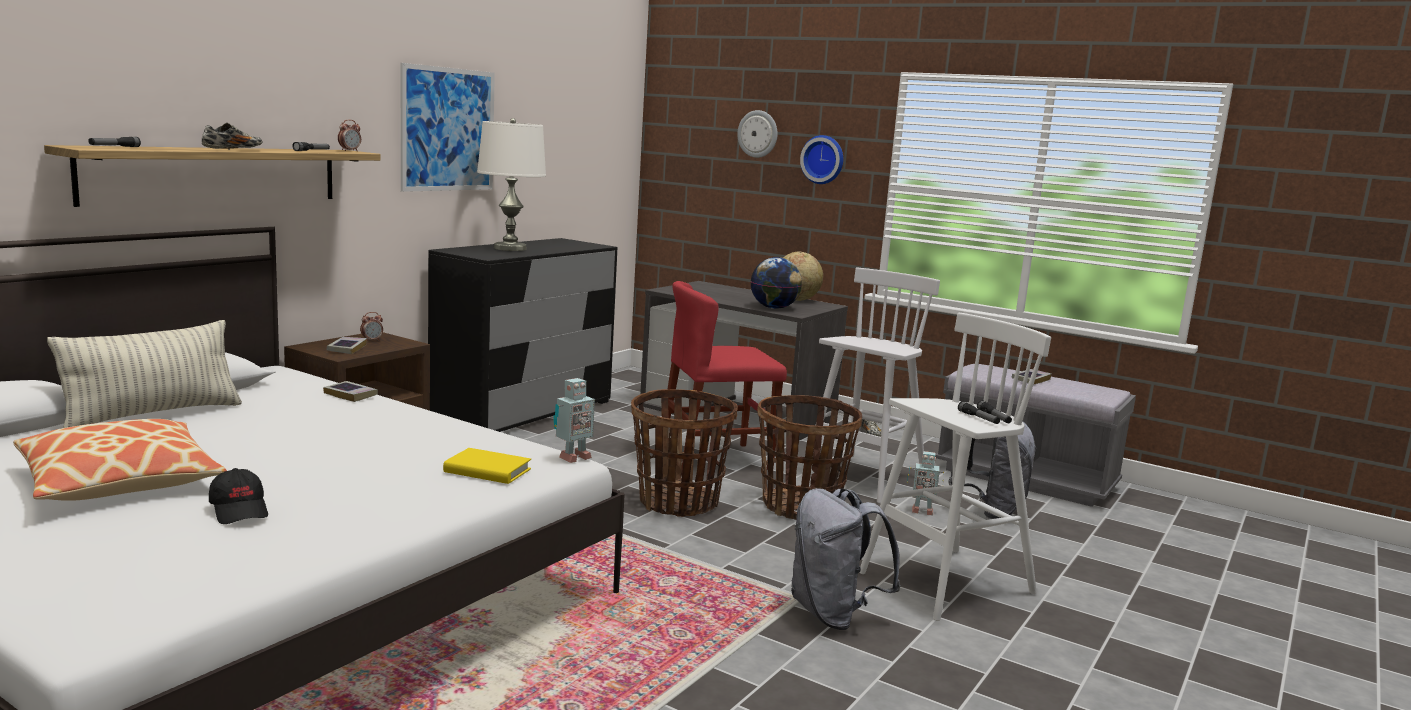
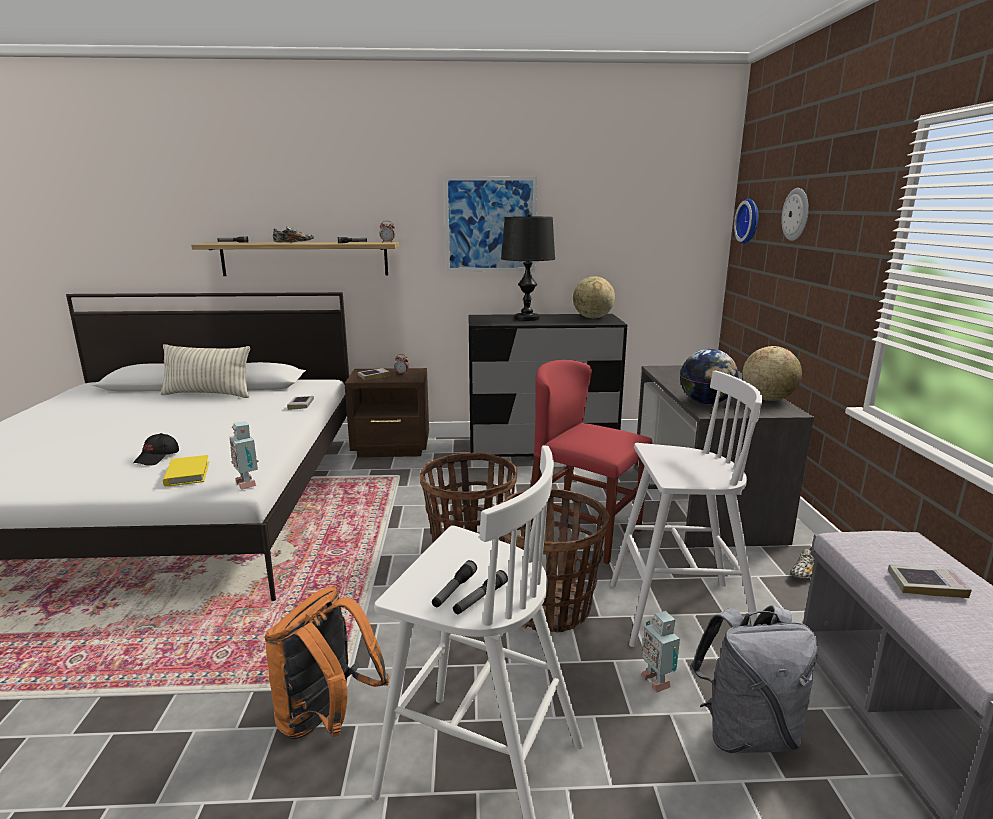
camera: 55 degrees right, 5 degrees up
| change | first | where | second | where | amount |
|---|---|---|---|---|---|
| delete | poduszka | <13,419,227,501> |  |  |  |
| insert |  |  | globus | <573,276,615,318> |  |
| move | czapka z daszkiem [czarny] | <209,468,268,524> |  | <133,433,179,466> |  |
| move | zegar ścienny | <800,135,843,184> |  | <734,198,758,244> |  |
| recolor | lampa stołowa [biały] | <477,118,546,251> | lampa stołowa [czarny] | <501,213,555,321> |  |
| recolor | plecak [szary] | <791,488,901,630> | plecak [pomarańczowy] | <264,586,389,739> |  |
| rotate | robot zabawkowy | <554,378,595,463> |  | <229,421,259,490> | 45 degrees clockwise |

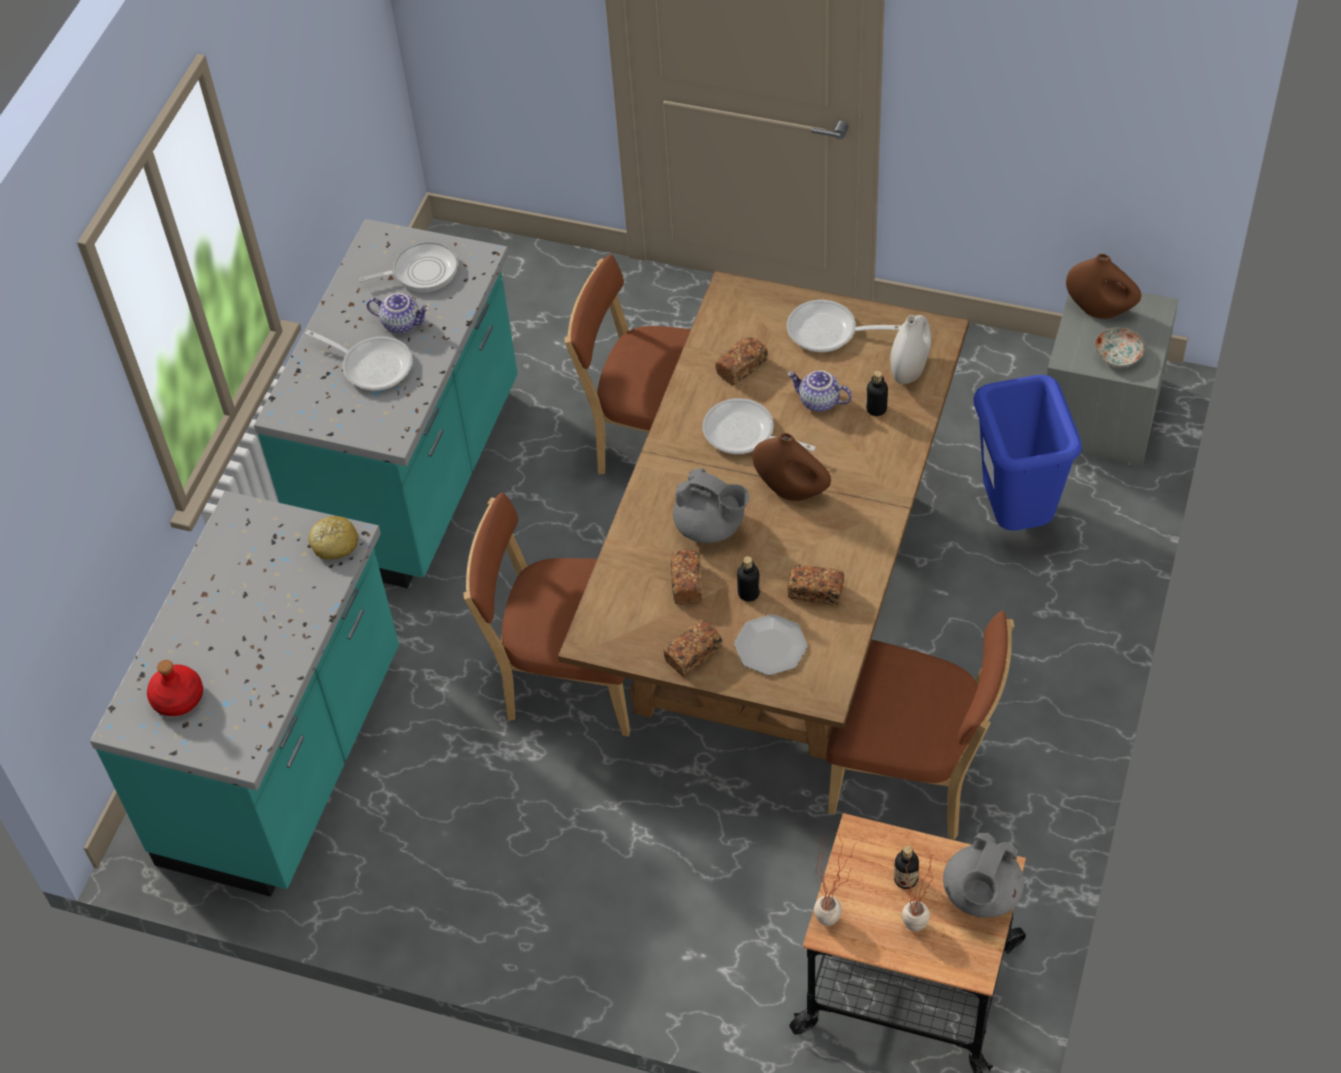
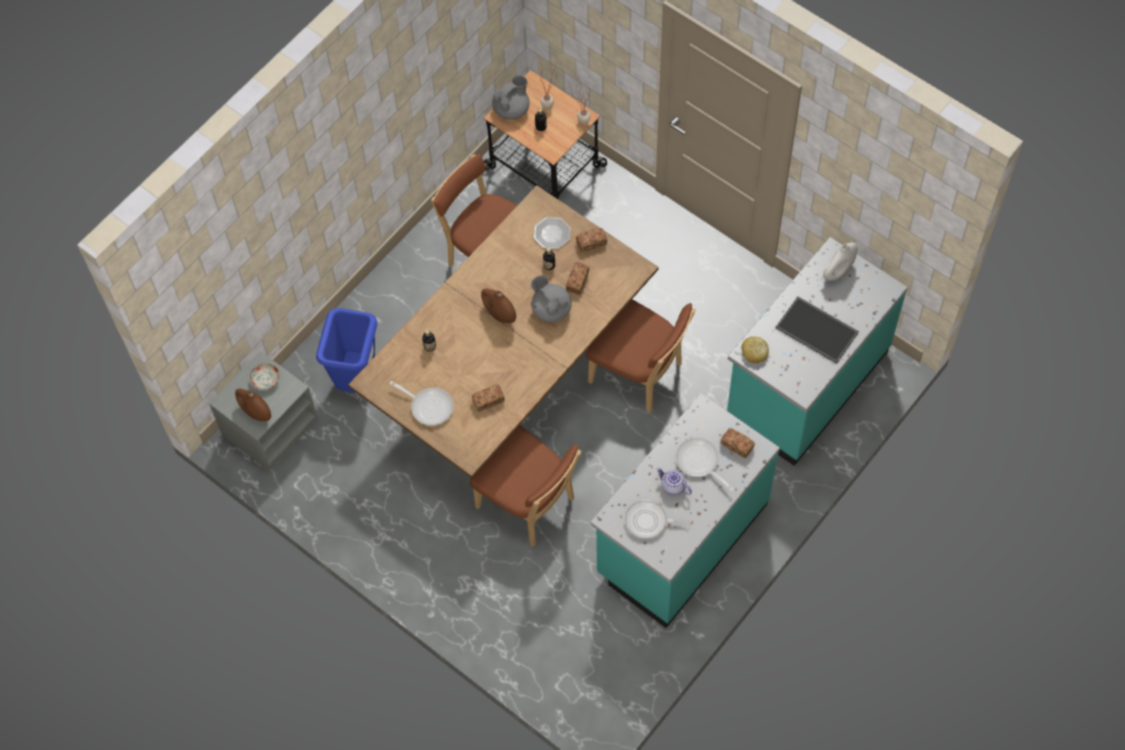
camera: 160 degrees left, 10 degrees up
| change | first | where | second | where | amount |
|---|---|---|---|---|---|
| delete | butelka [czerwony] | <147,660,203,716> |  |  |  |
| delete | patelnia | <702,398,816,454> |  |  |  |
| delete | imbryk | <787,371,852,412> |  |  |  |
| insert |  |  | taca | <776,297,859,364> |  |
| move | chleb | <787,564,844,605> |  | <721,428,755,458> |  |
| move | wazon [biały] | <890,315,931,384> |  | <823,243,857,281> |  |

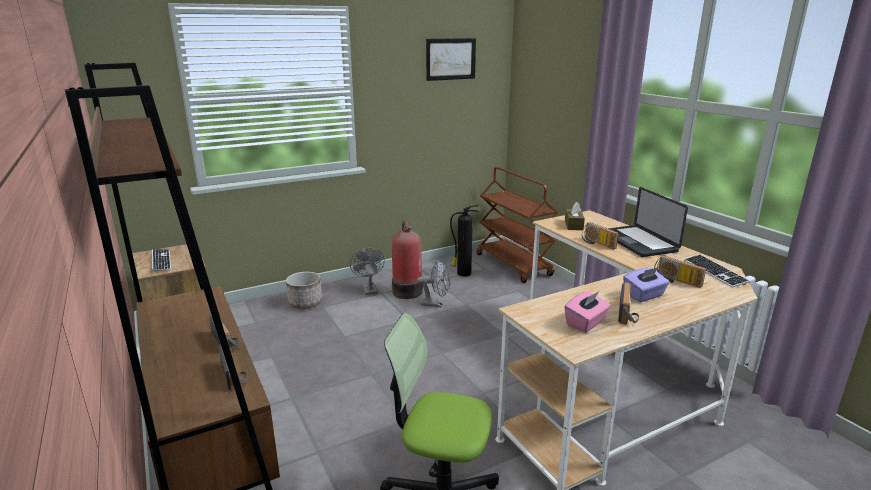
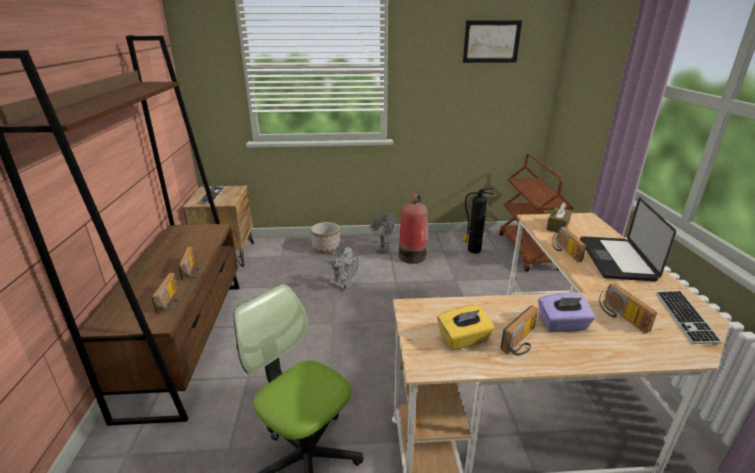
camera: 25 degrees right, 5 degrees up
| change | first | where | second | where | amount |
|---|---|---|---|---|---|
| move | wentylator [szary] | <417,260,451,307> |  | <327,246,359,291> |  |
| recolor | pudełko chusteczek [różowy] | <564,291,611,332> | pudełko chusteczek [żółty] | <437,305,494,350> |  |

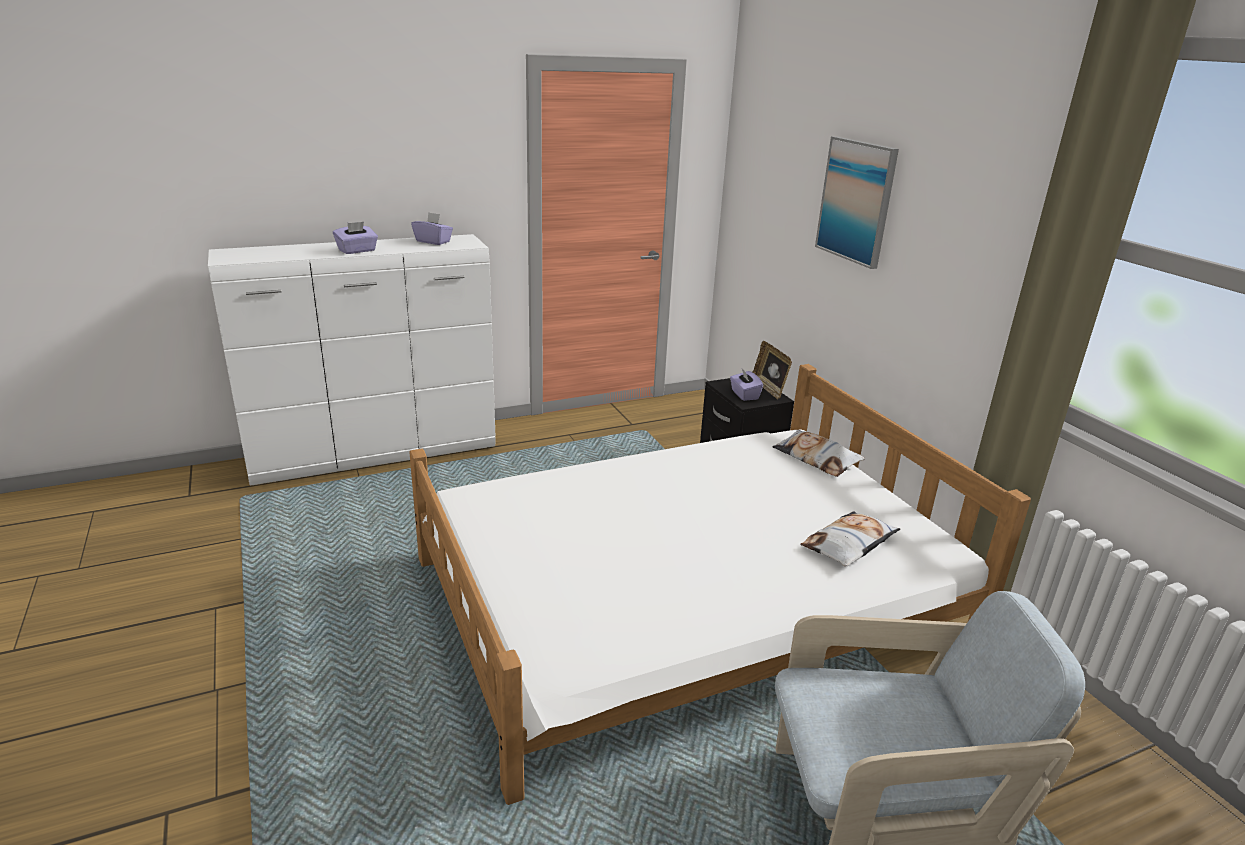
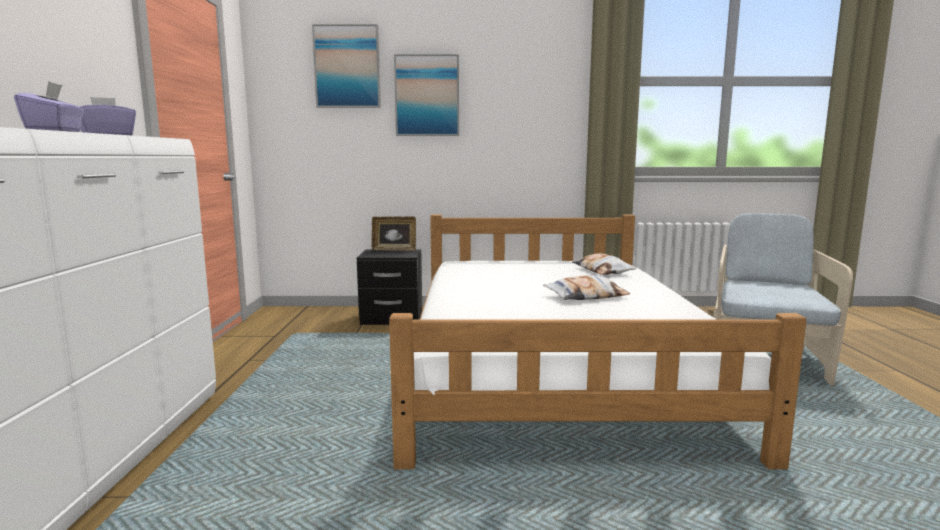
camera: 65 degrees left, 15 degrees down
| change | first | where | second | where | amount |
|---|---|---|---|---|---|
| delete | pudełko chusteczek [fioletowy] | <730,369,763,401> |  |  |  |
| insert |  |  | obraz | <312,24,381,108> |  |
| move | poduszka | <772,430,865,477> |  | <543,275,630,300> |  |

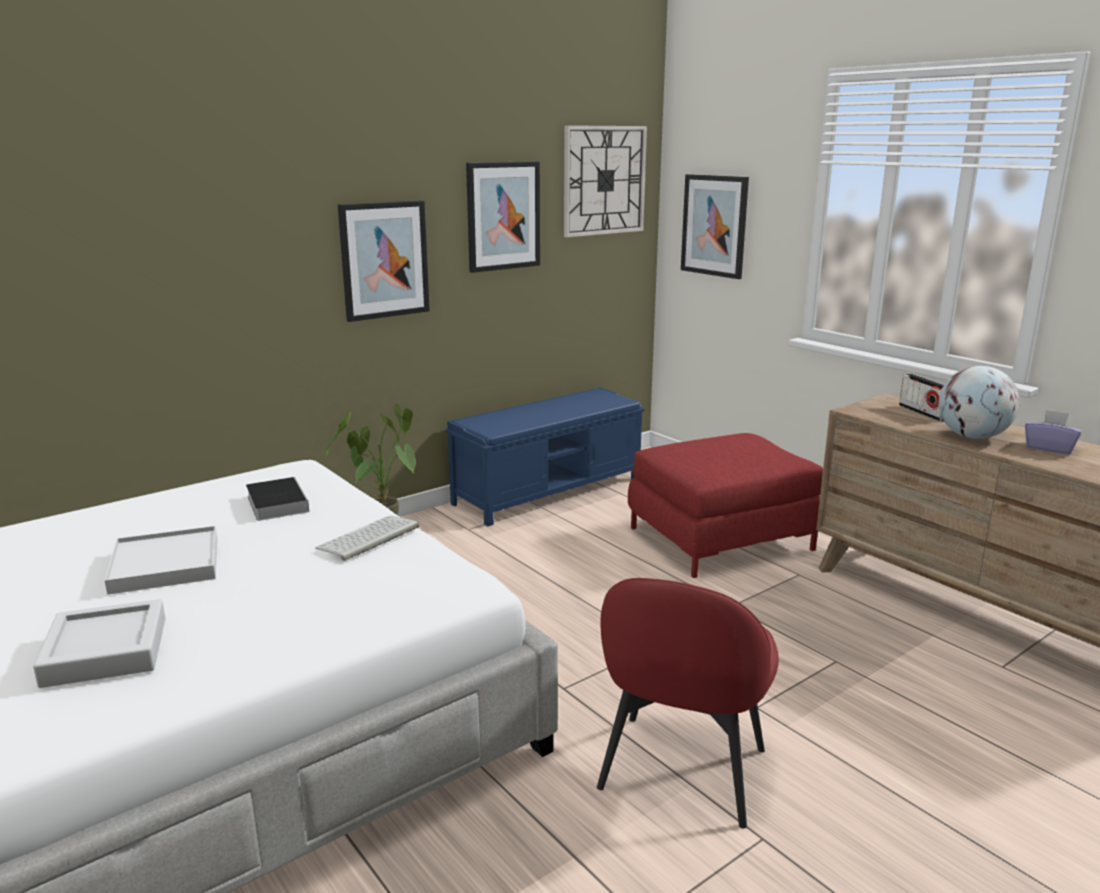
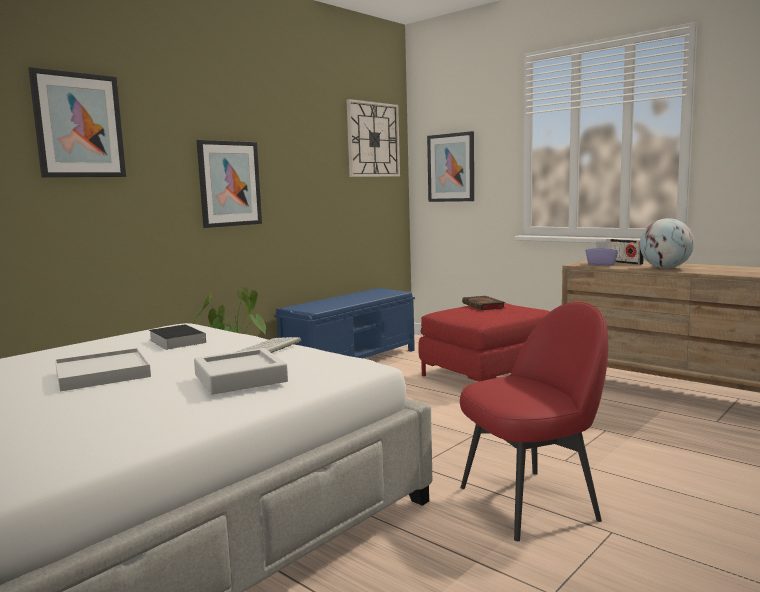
camera: 10 degrees left, 10 degrees down
| change | first | where | second | where | amount |
|---|---|---|---|---|---|
| insert |  |  | książka | <462,296,505,310> |  |
| move | taca [szary] | <33,599,165,688> |  | <194,348,288,395> |  |
| move | obraz | <466,161,540,273> |  | <28,67,126,178> |  |
| move | pudełko chusteczek [fioletowy] | <1025,410,1081,454> |  | <585,241,618,266> |  |
| rotate | krzesło [czerwony] | <597,578,779,828> |  | <460,302,608,541> | 120 degrees counterclockwise |

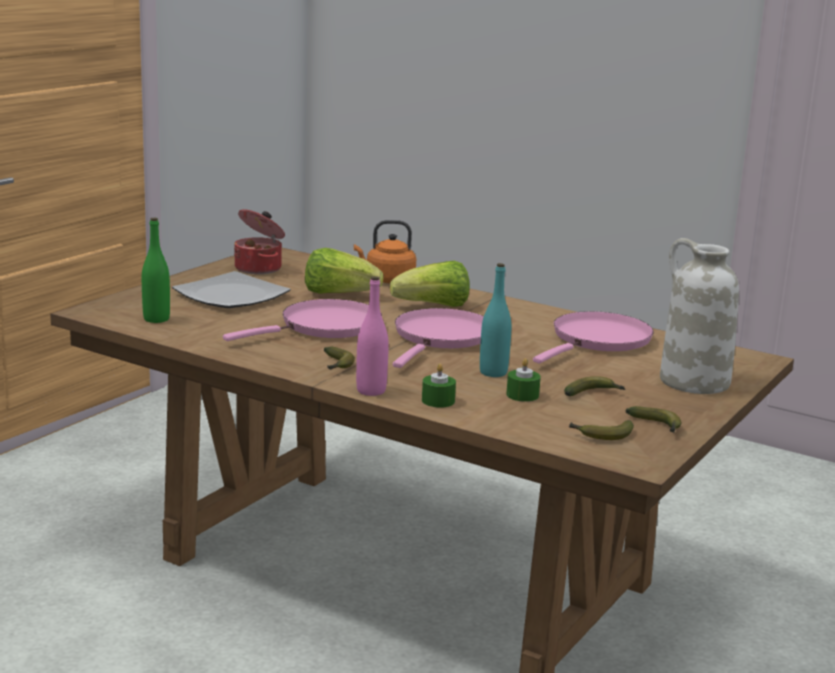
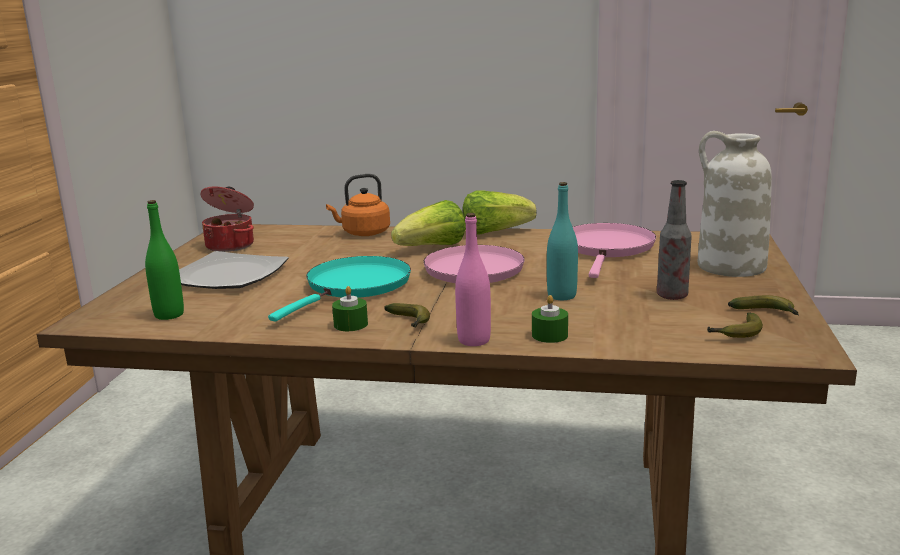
camera: 20 degrees left, 0 degrees up
| change | first | where | second | where | amount |
|---|---|---|---|---|---|
| move | sałata | <305,248,383,294> |  | <462,190,536,235> |  |
| move | świeca [zielony] | <506,358,541,402> |  | <332,286,368,331> |  |
| replace | banan | <564,376,626,396> | butelka | <657,180,692,300> |  |
| recolor | patelnia [różowy] | <223,299,382,341> | patelnia [turkusowy] | <268,256,411,321> |  |

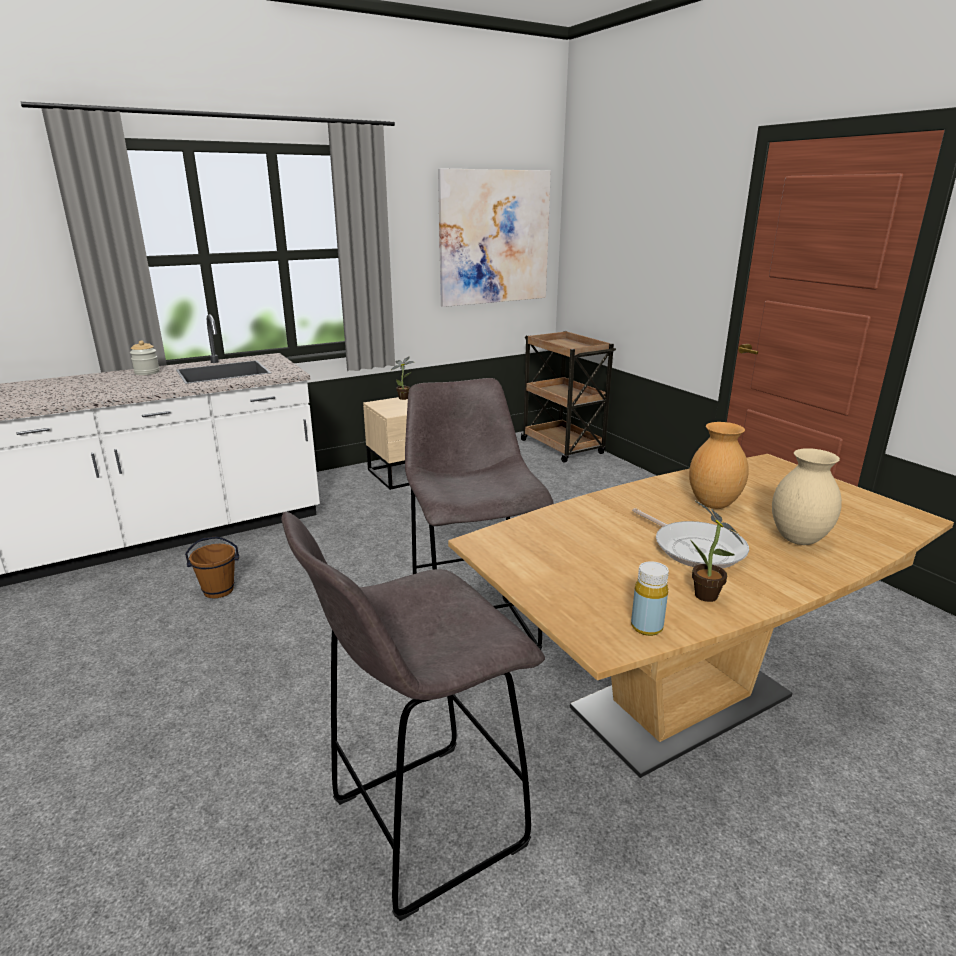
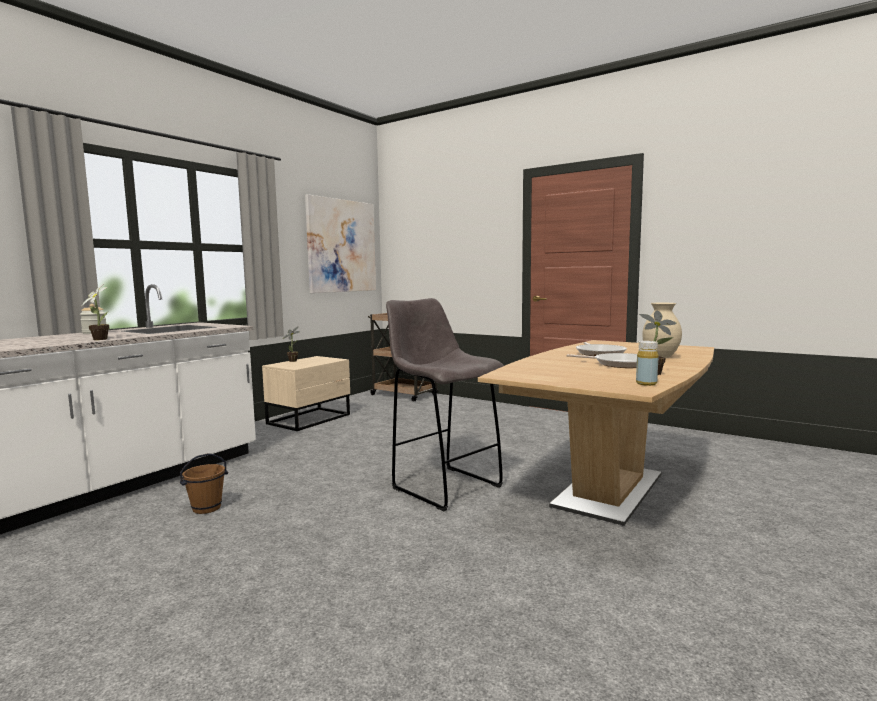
camera: 25 degrees left, 15 degrees down
| change | first | where | second | where | amount |
|---|---|---|---|---|---|
| delete | stołek [szary] | <281,512,545,921> |  |  |  |
| insert |  |  | roślina doniczkowa | <81,283,109,340> |  |
| replace | wazon [brązowy] | <689,422,749,509> | patelnia | <576,342,627,356> |  |

